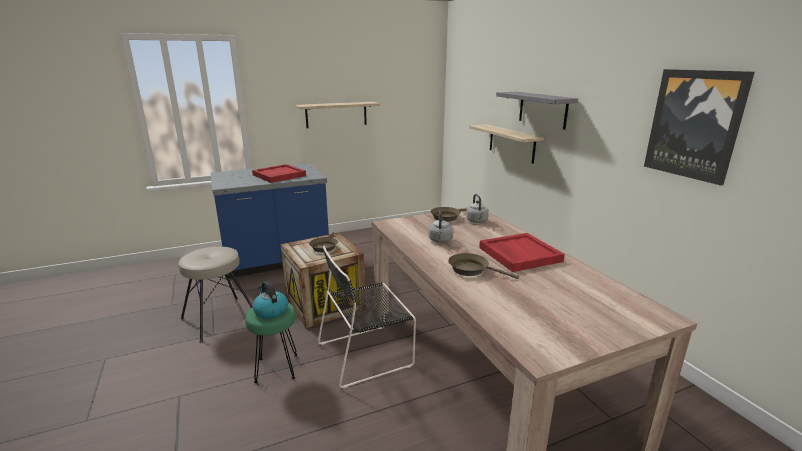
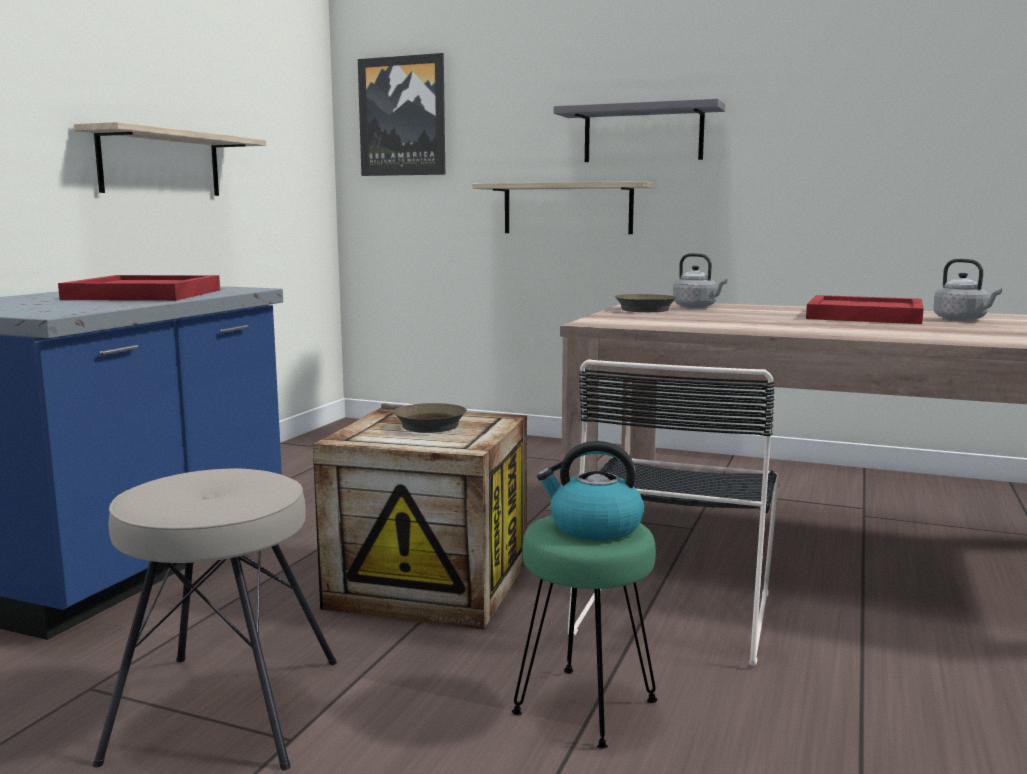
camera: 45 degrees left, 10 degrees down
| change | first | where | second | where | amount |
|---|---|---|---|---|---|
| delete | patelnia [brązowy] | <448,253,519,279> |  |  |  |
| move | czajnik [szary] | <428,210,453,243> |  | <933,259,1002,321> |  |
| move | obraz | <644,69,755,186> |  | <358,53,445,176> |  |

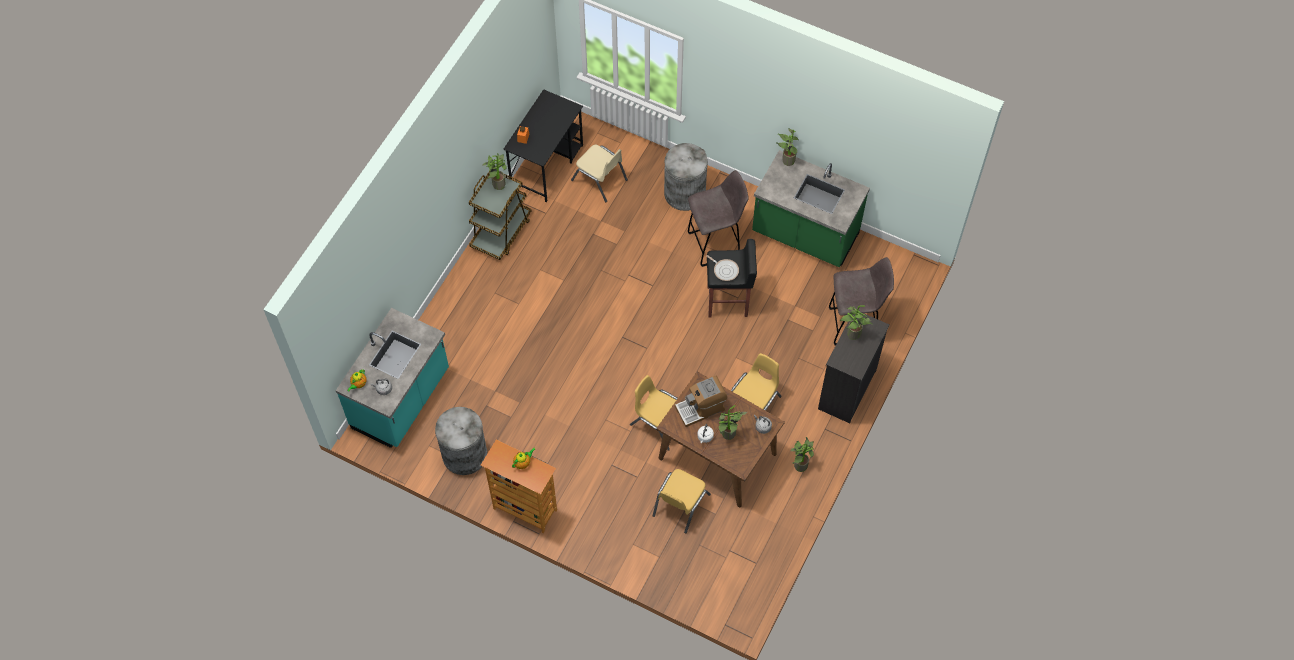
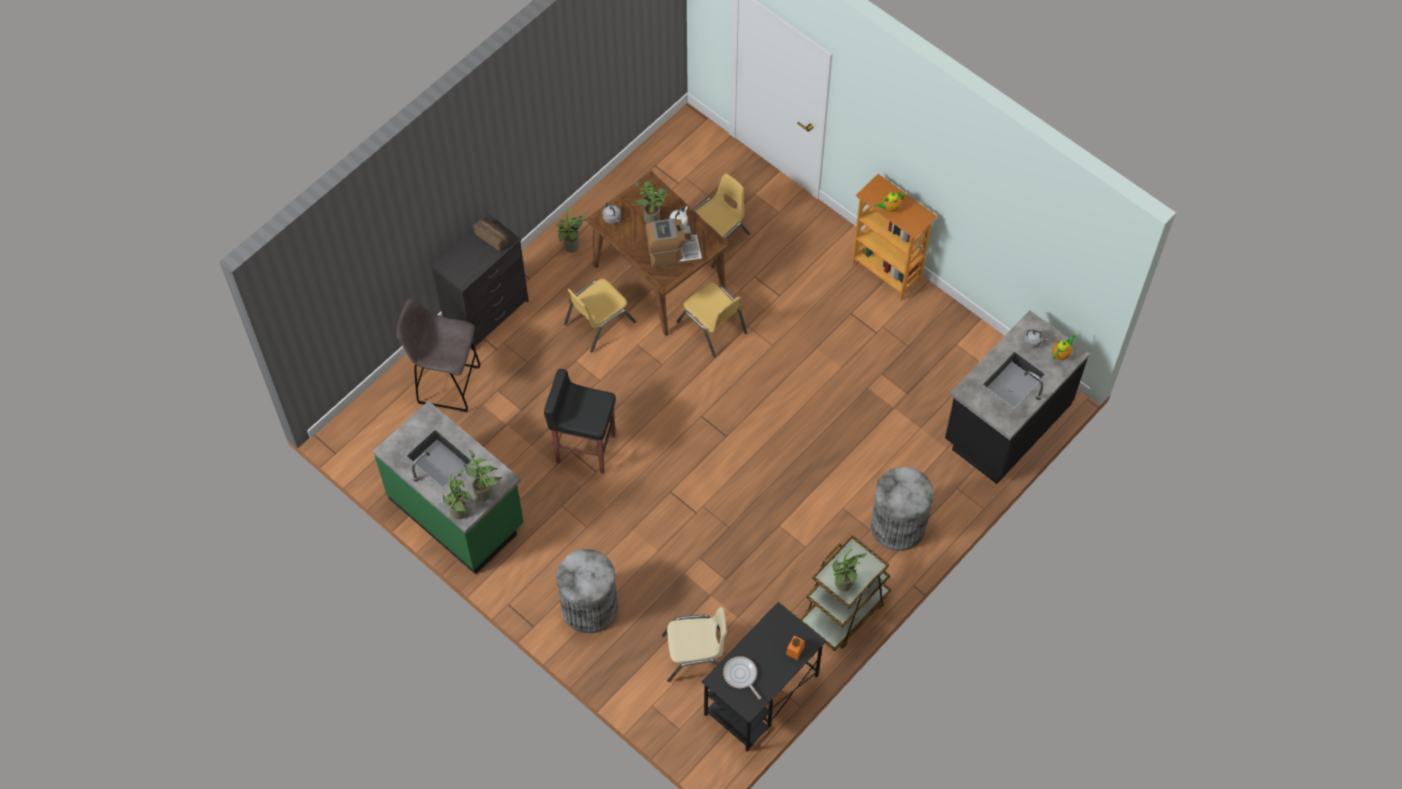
camera: 165 degrees left, 0 degrees up
| change | first | where | second | where | amount |
|---|---|---|---|---|---|
| delete | stołek [szary] | <688,170,749,267> |  |  |  |
| insert |  |  | chleb | <473,219,509,251> |  |
| move | kosz na śmieci [szary] | <435,407,487,475> |  | <871,467,934,551> |  |
| move | patelnia | <706,255,739,281> |  | <723,656,761,699> |  |
| move | roślina doniczkowa | <839,306,873,340> |  | <464,450,502,501> |  |
| recolor | zabudowa kuchenna [turkusowy] | <336,308,449,448> | zabudowa kuchenna [czarny] | <945,310,1089,484> |  |
| rotate | krzesło [beżowy] | <571,145,628,202> |  | <662,607,727,682> | 120 degrees clockwise |

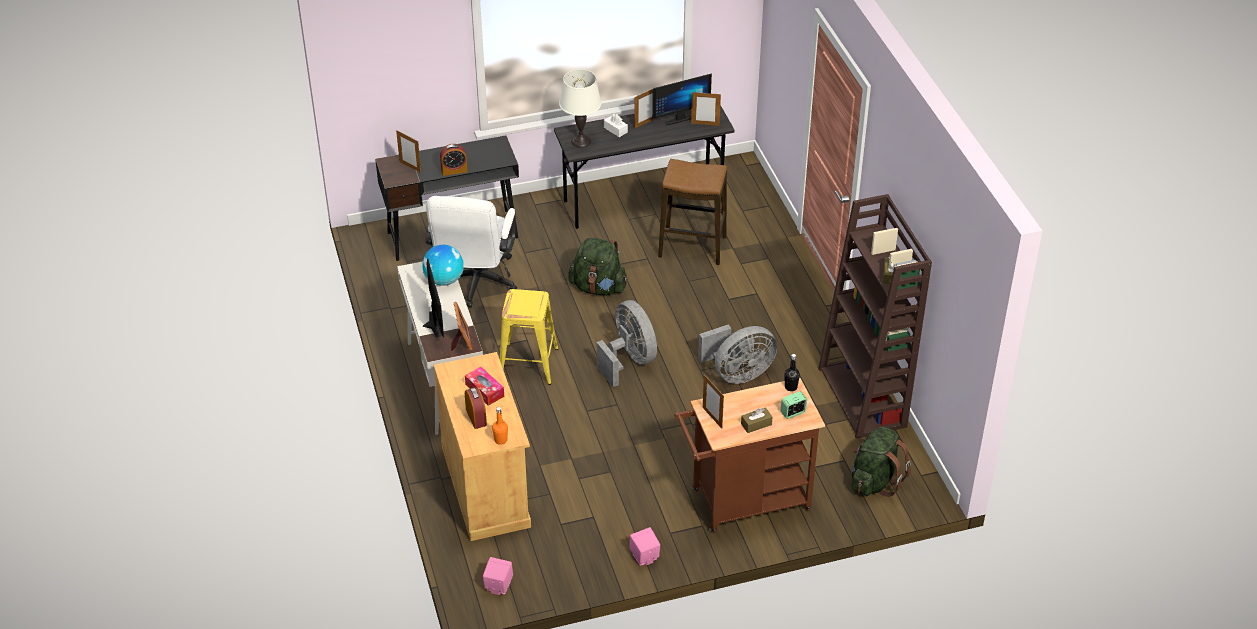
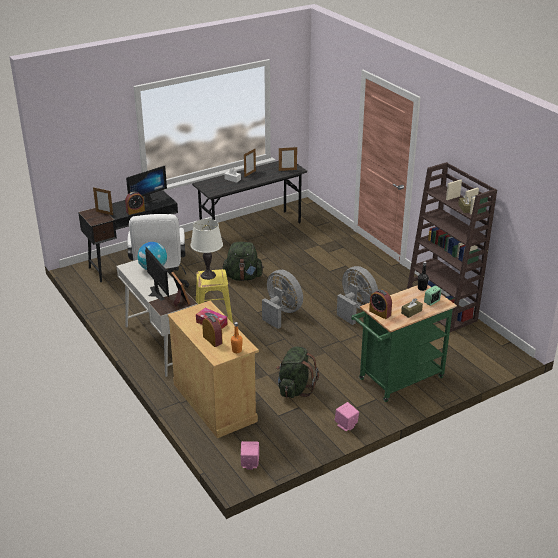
camera: 15 degrees left, 10 degrees down
| change | first | where | second | where | amount |
|---|---|---|---|---|---|
| delete | stołek | <658,159,727,265> |  |  |  |
| move | lampa stołowa [biały] | <559,69,602,148> |  | <191,219,223,280> |  |
| move | monitor | <652,73,712,126> |  | <126,166,167,204> |  |
| move | plecak [zielony] | <851,427,911,497> |  | <276,346,319,398> |  |
| replace | ramka na zdjęcie | <703,375,724,429> | budzik | <369,290,392,319> |  |
| recolor | wózek [brązowy] | <675,378,825,533> | wózek [zielony] | <351,285,457,402> |  |
| rotate | wentylator [szary] | <698,324,777,384> |  | <337,266,378,325> | 90 degrees counterclockwise |

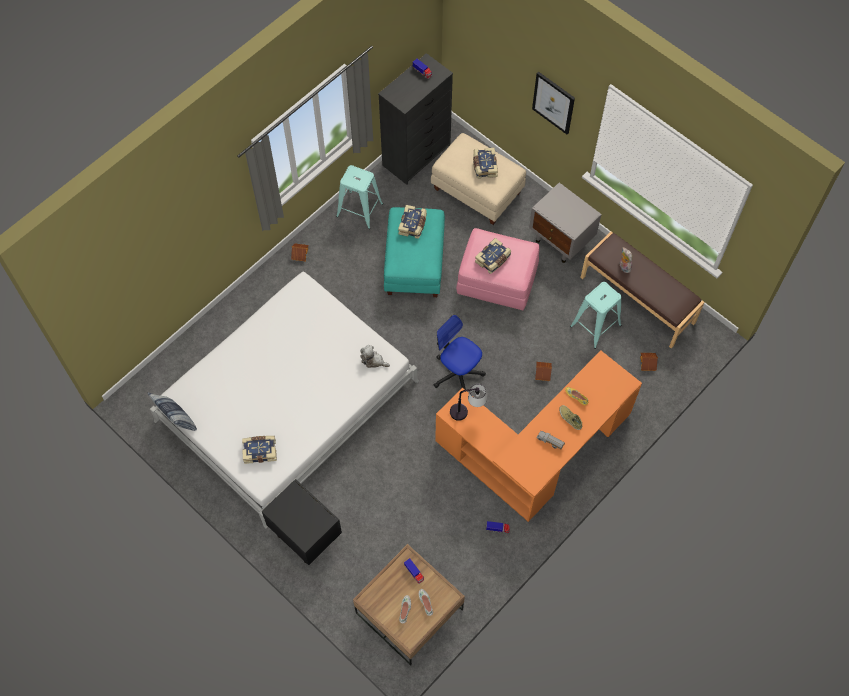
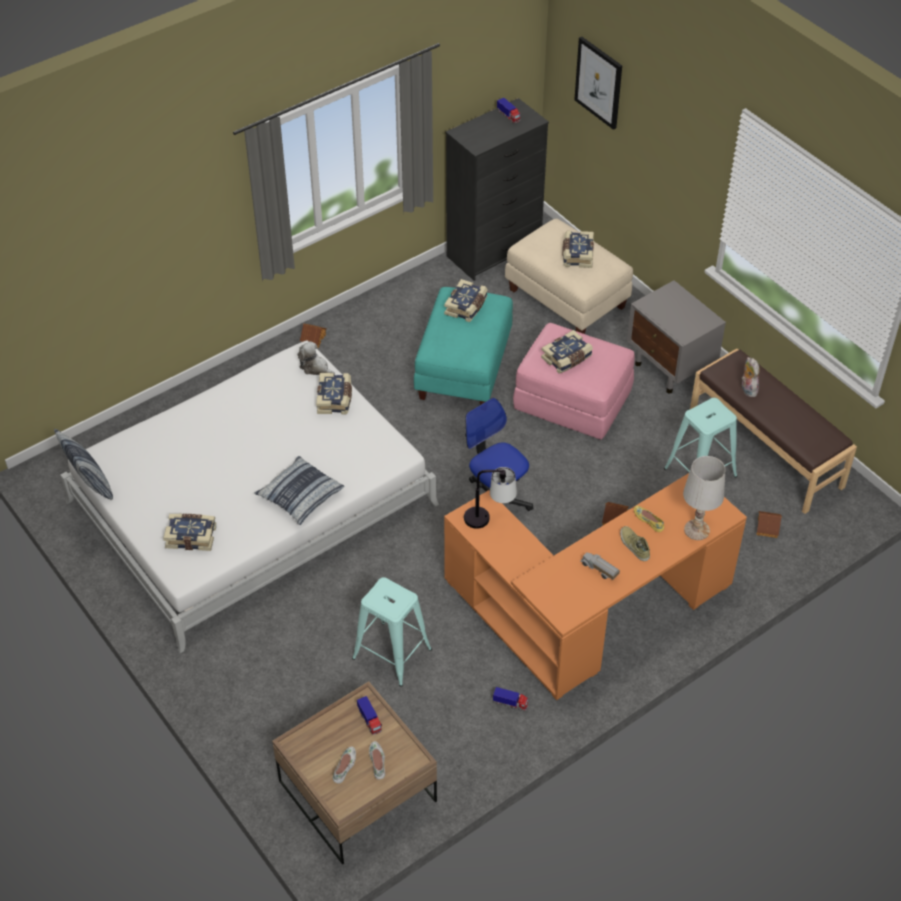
camera: 10 degrees right, 15 degrees down
| change | first | where | second | where | amount |
|---|---|---|---|---|---|
| delete | szafka nocna [czarny] | <262,479,342,565> |  |  |  |
| insert |  |  | poduszka | <254,456,345,525> |  |
| insert |  |  | książka | <316,373,352,415> |  |
| insert |  |  | lampa stołowa [biały] | <683,456,726,540> |  |
| move | stołek [turkusowy] | <336,165,383,229> |  | <352,577,432,687> |  |
| move | pluszak | <360,345,390,368> |  | <298,341,335,375> |  |
| move | obraz | <532,72,575,134> |  | <574,37,622,130> |  |

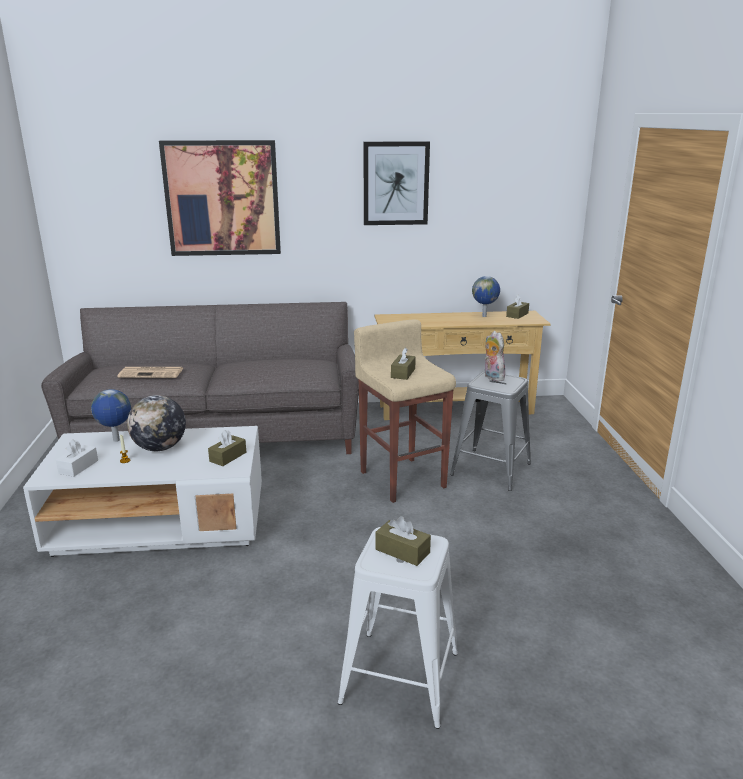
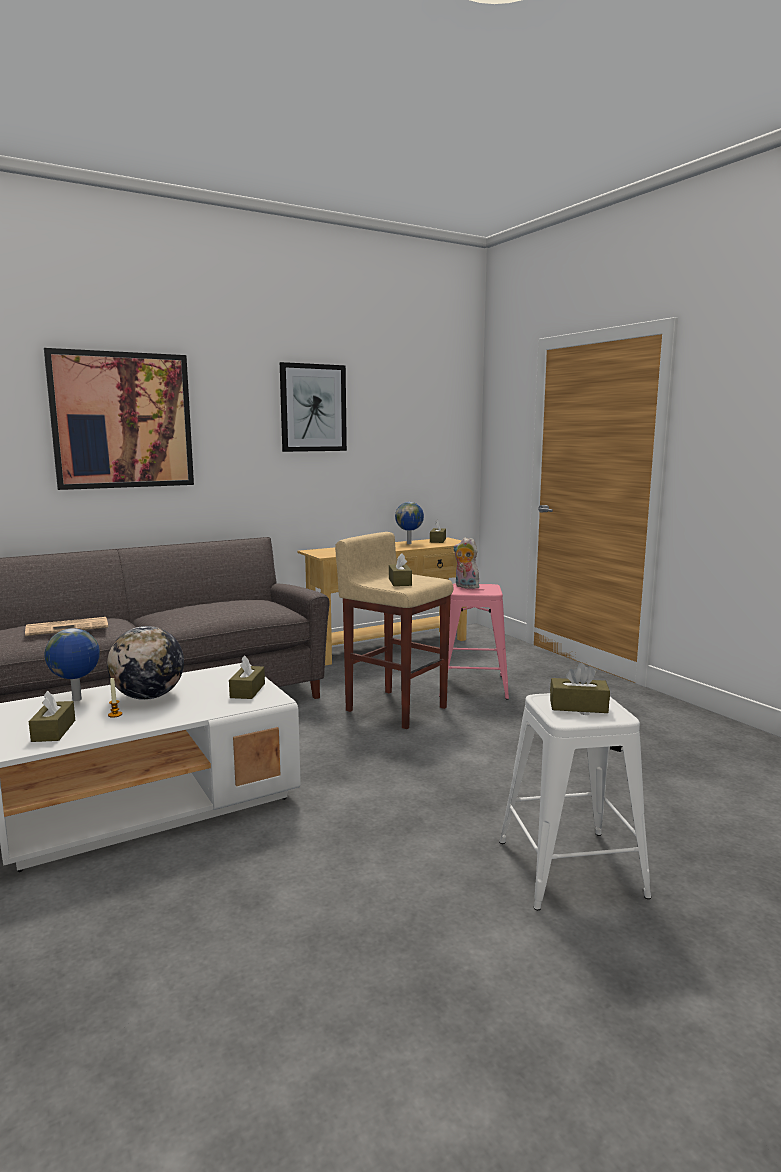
camera: 25 degrees left, 10 degrees down
| change | first | where | second | where | amount |
|---|---|---|---|---|---|
| recolor | pudełko chusteczek [biały] | <56,439,98,477> | pudełko chusteczek [brązowy] | <29,690,75,742> |  |
| recolor | stołek [szary] | <450,371,531,491> | stołek [różowy] | <439,584,509,699> |  |

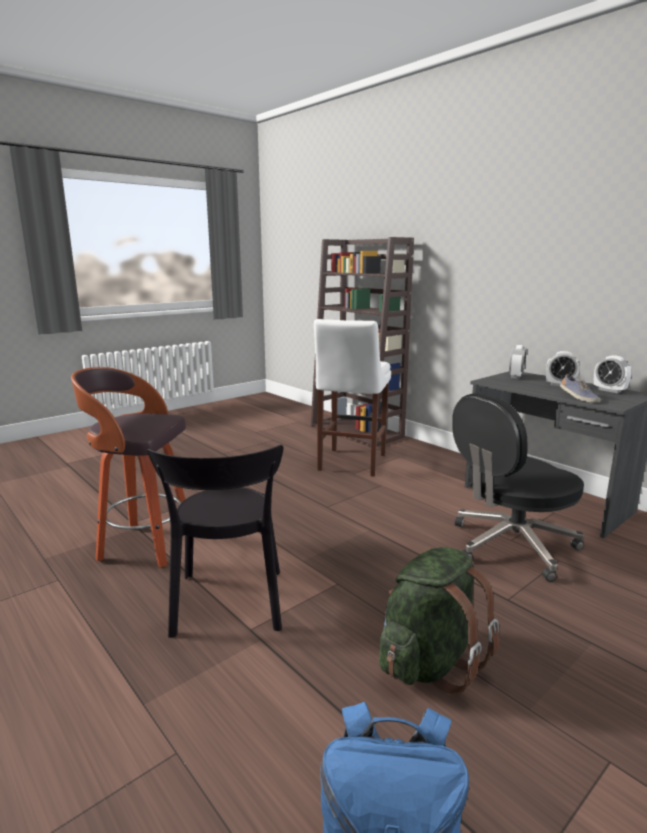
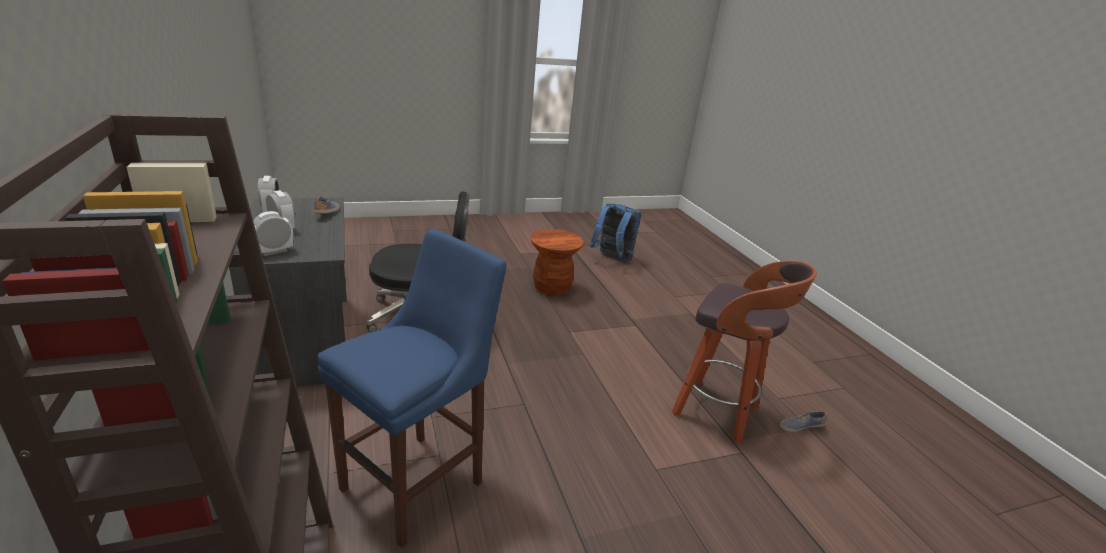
camera: 160 degrees left, 10 degrees up
| change | first | where | second | where | amount |
|---|---|---|---|---|---|
| delete | krzesło [czarny] | <147,445,283,638> |  |  |  |
| insert |  |  | but | <780,411,827,432> |  |
| replace | plecak [zielony] | <379,547,499,695> | stołek [brązowy] | <530,229,584,296> |  |
| recolor | stołek [biały] | <314,319,391,477> | stołek [niebieski] | <317,229,506,548> |  |

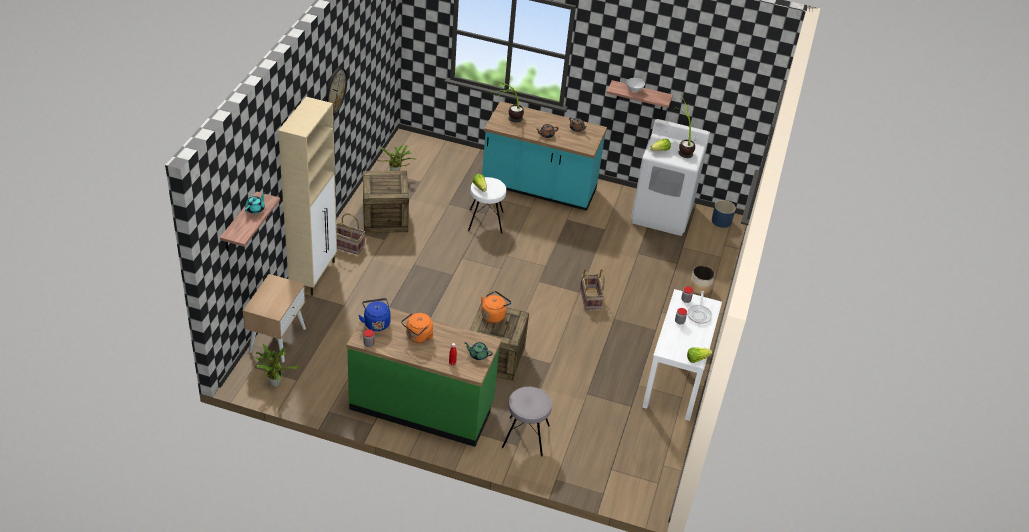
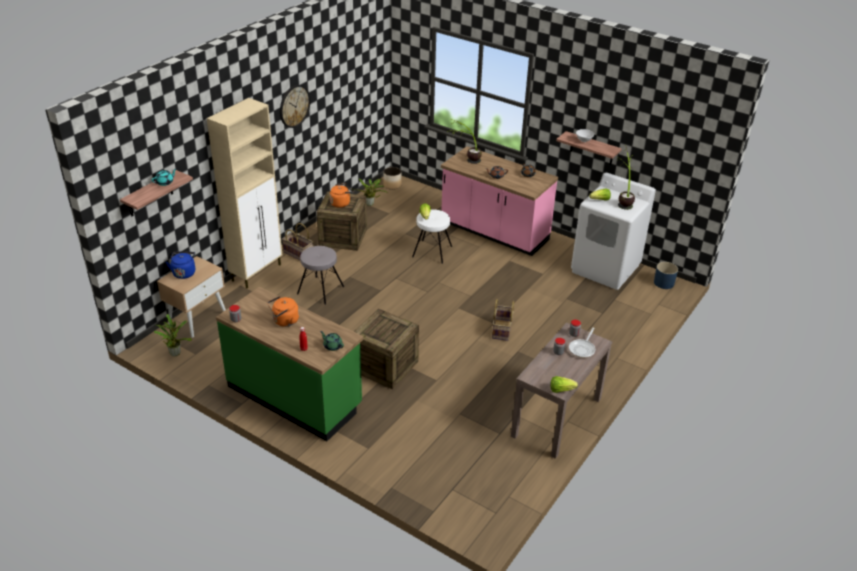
camera: 20 degrees right, 5 degrees down
| change | first | where | second | where | amount |
|---|---|---|---|---|---|
| move | czajnik [niebieski] | <358,298,391,331> |  | <166,252,195,279> |  |
| move | czajnik [pomarańczowy] | <481,291,512,323> |  | <330,183,353,208> |  |
| move | stołek [szary] | <502,387,552,456> |  | <297,246,344,305> |  |
| move | donica | <689,265,715,294> |  | <383,167,402,190> |  |
| recolor | zabudowa kuchenna [turkusowy] | <482,101,607,211> | zabudowa kuchenna [różowy] | <441,146,558,256> |  |
| recolor | stolik konsolowy [biały] | <642,289,722,421> | stolik konsolowy [brązowy] | <511,323,612,459> |  |

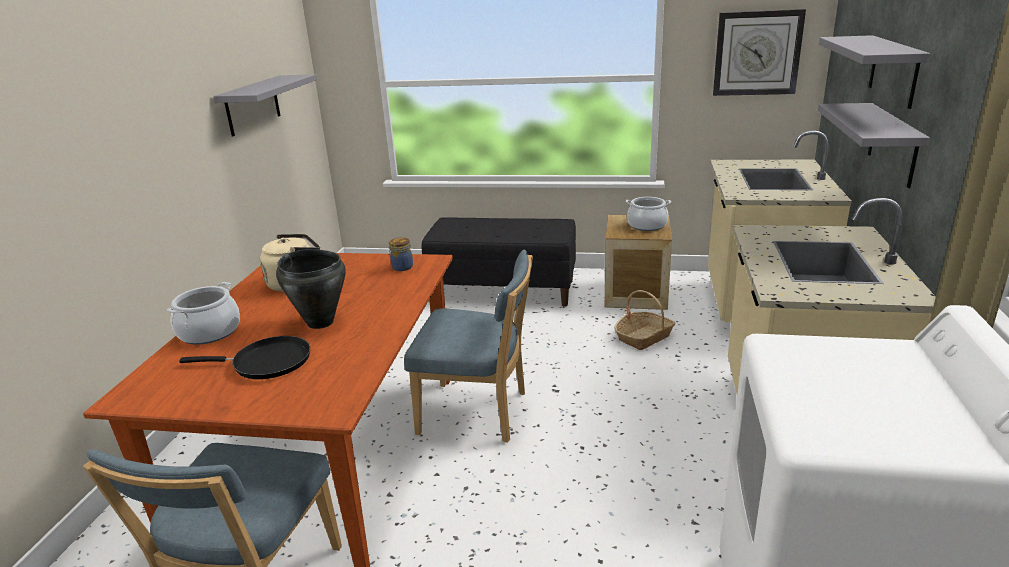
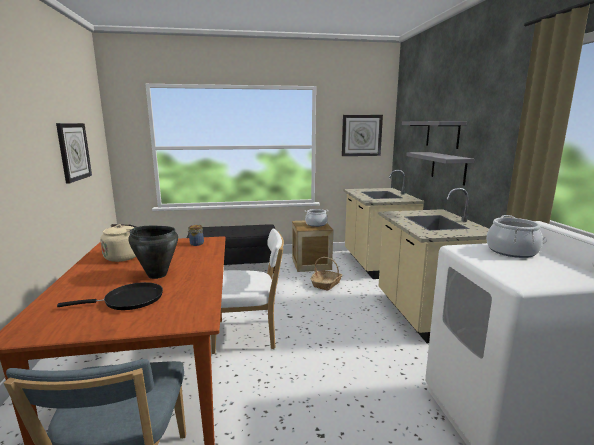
camera: 20 degrees left, 10 degrees down
| change | first | where | second | where | amount |
|---|---|---|---|---|---|
| move | garnek | <167,282,240,345> |  | <487,215,543,258> |  |
| replace | półka [szary] | <213,74,317,136> | zegar ścienny | <56,123,92,183> |  |
| recolor | krzesło [niebieski] | <404,250,533,443> | krzesło [biały] | <211,228,284,354> |  |

